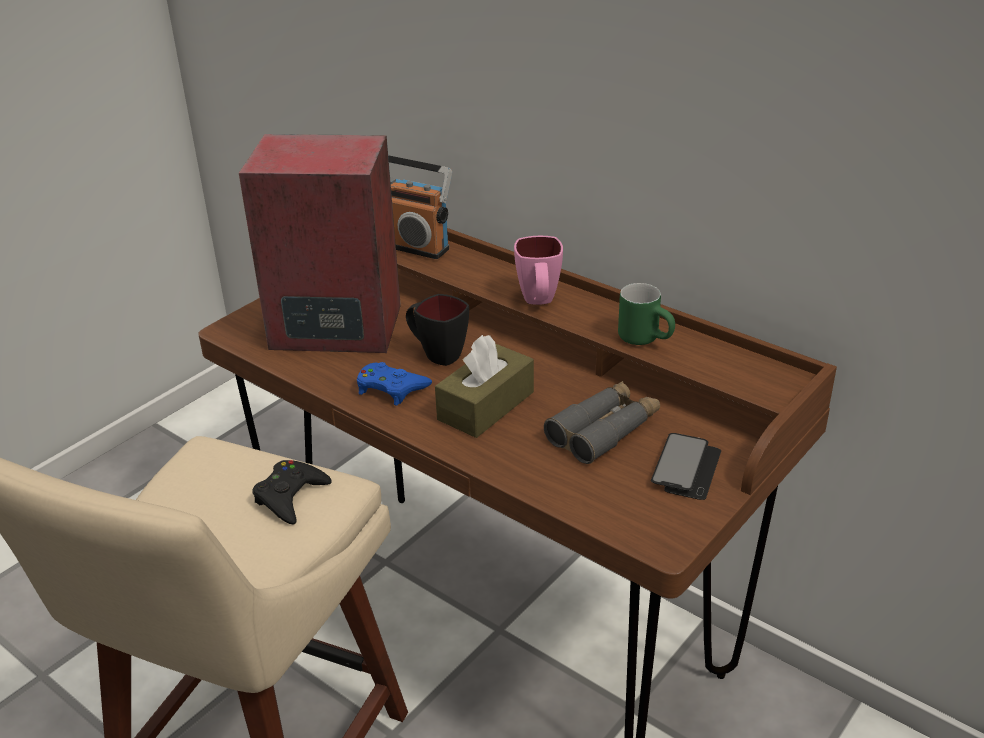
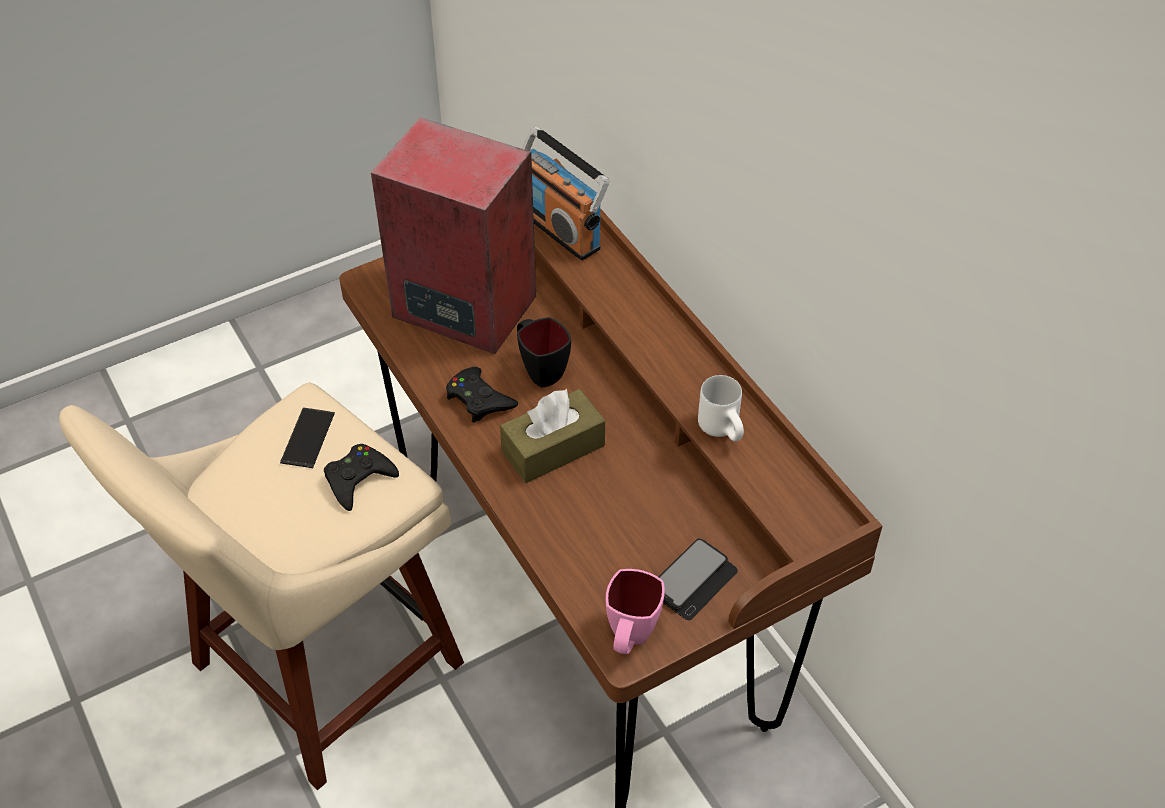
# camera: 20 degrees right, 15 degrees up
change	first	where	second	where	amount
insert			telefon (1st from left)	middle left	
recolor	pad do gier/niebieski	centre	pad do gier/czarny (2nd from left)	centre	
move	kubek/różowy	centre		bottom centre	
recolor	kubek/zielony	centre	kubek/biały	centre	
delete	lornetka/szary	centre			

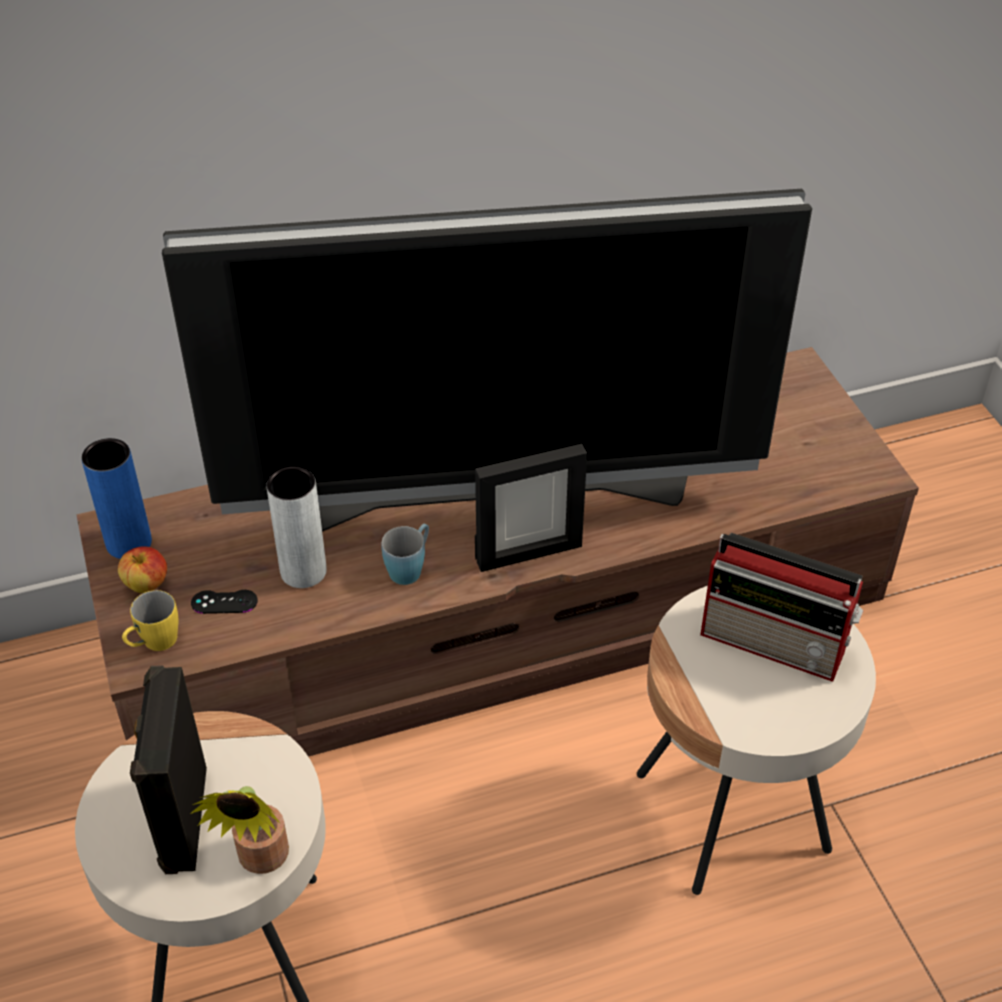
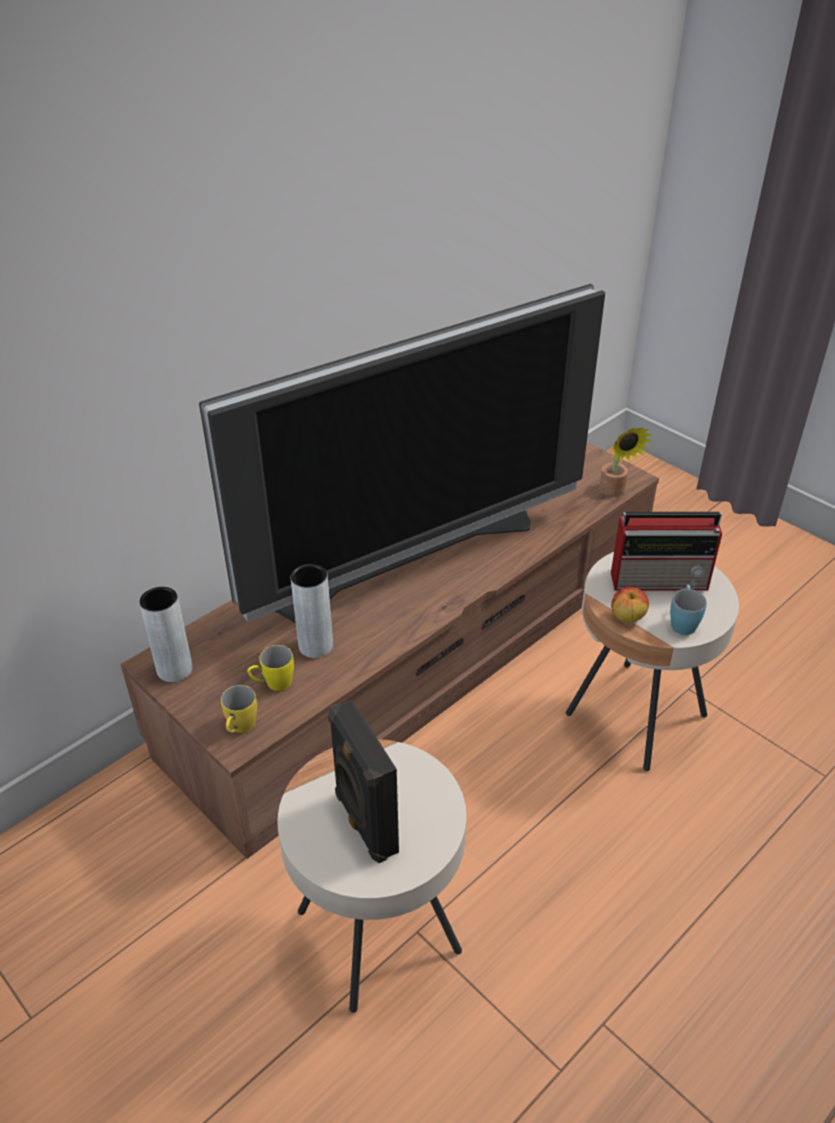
# camera: 25 degrees left, 5 degrees down
change	first	where	second	where	amount
recolor	wazon/niebieski	middle left	wazon/szary (1st from left)	middle left	
replace	pad do gier/czarny	middle left	kubek/żółty (2nd from left)	middle left	
move	roślina doniczkowa	bottom left		middle right	
move	jabłko	middle left		middle right	
move	kubek/niebieski	centre		middle right	
delete	ramka na zdjęcie	centre			

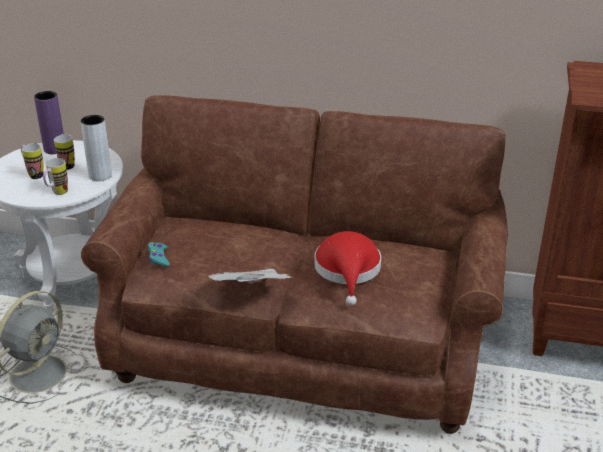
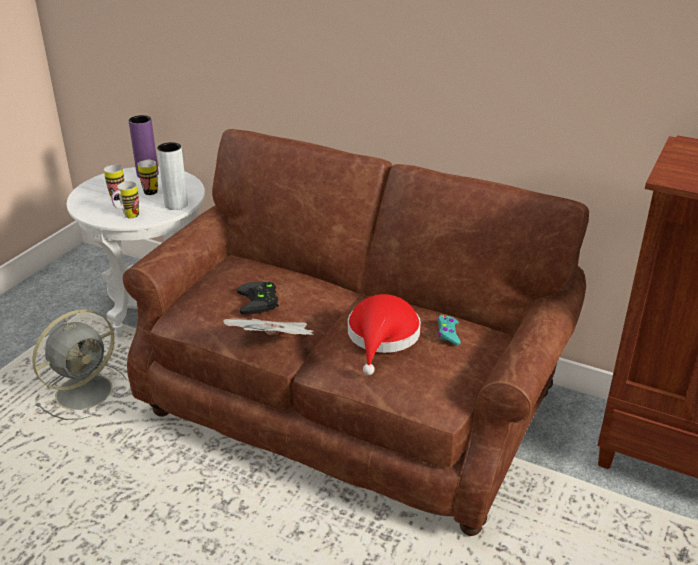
# camera: 15 degrees right, 0 degrees up
change	first	where	second	where	amount
insert			pad do gier/czarny	centre	
move	pad do gier/turkusowy	middle left		centre	

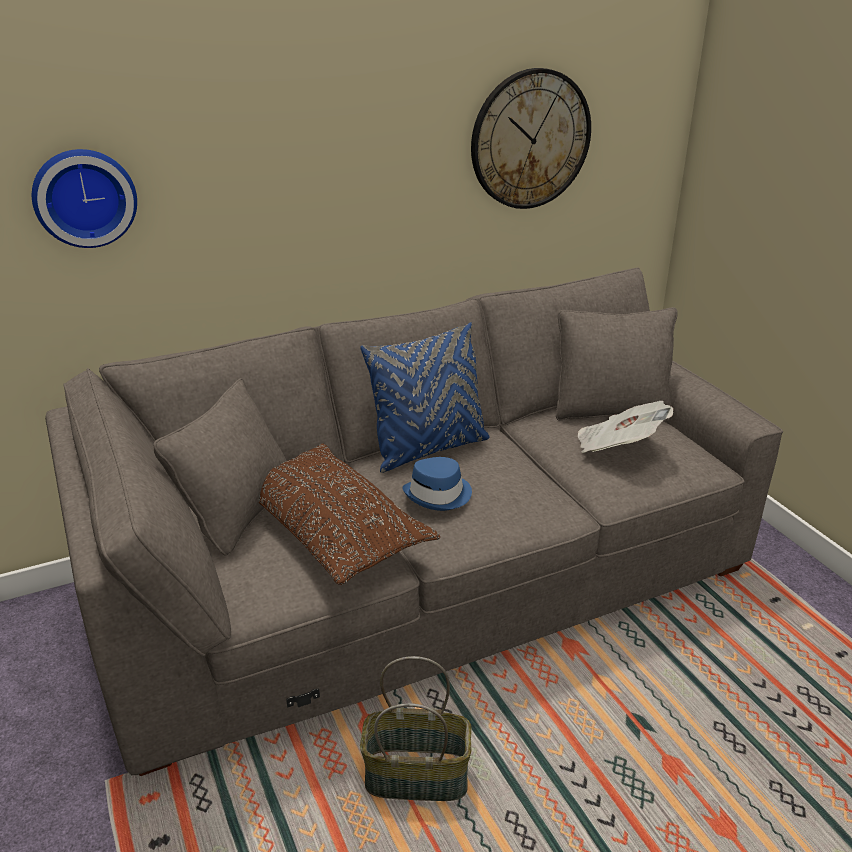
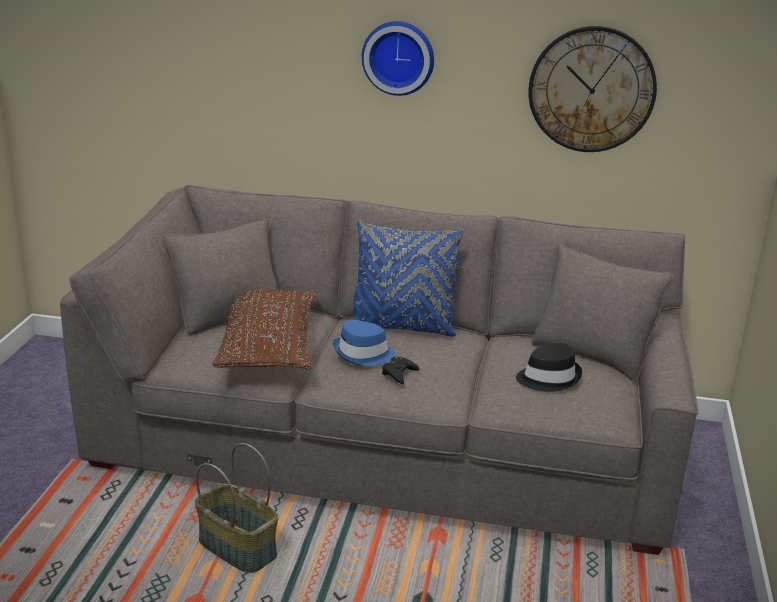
# camera: 35 degrees right, 5 degrees down
change	first	where	second	where	amount
move	zegar ścienny (1st from left)	top left		top centre	
insert			pad do gier/czarny	centre	
replace	gazeta	middle right	kapelusz/czarny	middle right	

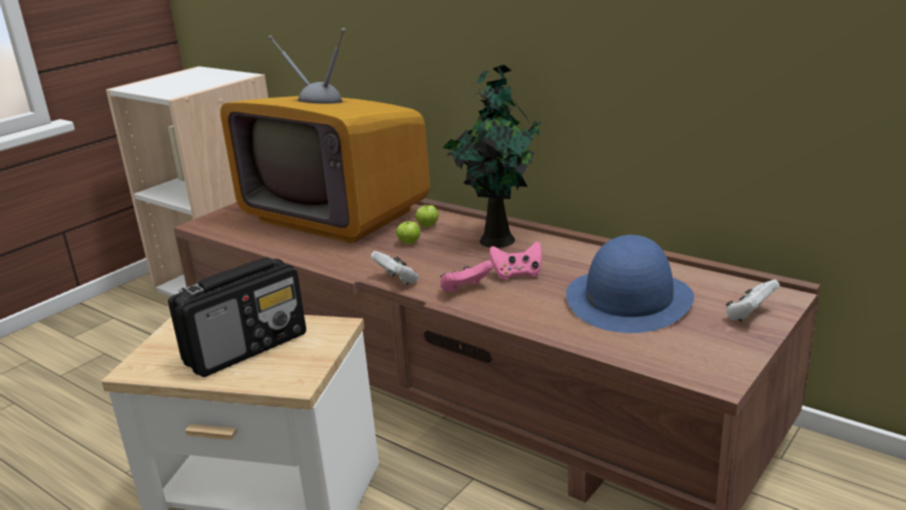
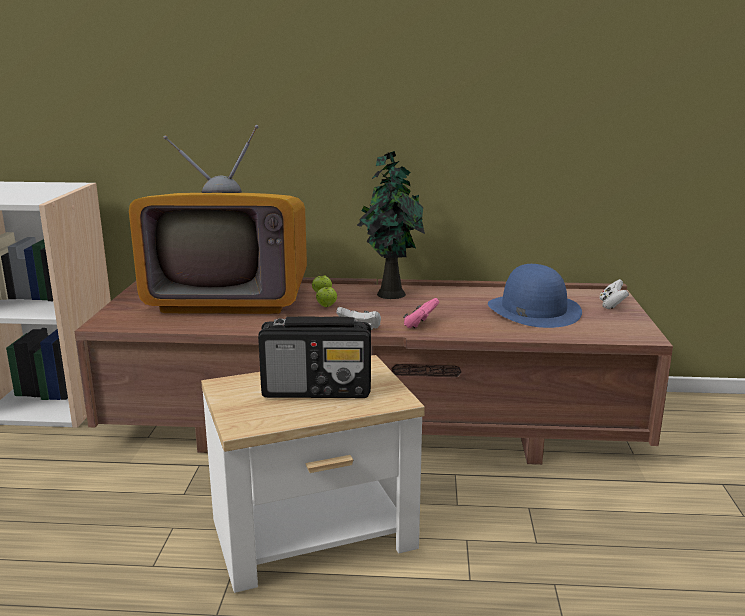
# camera: 35 degrees left, 5 degrees down
change	first	where	second	where	amount
rotate	radio	middle left		centre	75 degrees clockwise
delete	pad do gier/różowy (2nd from left)	centre			

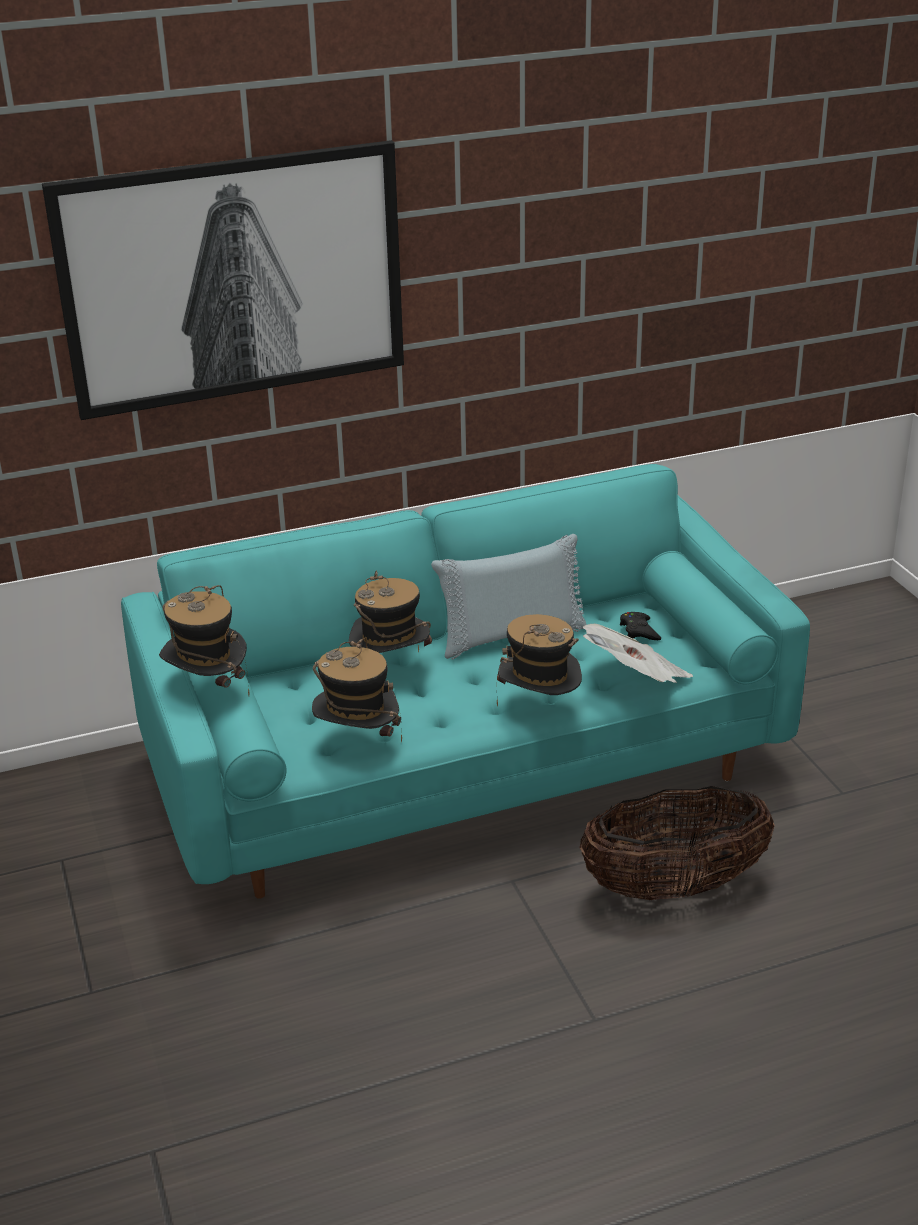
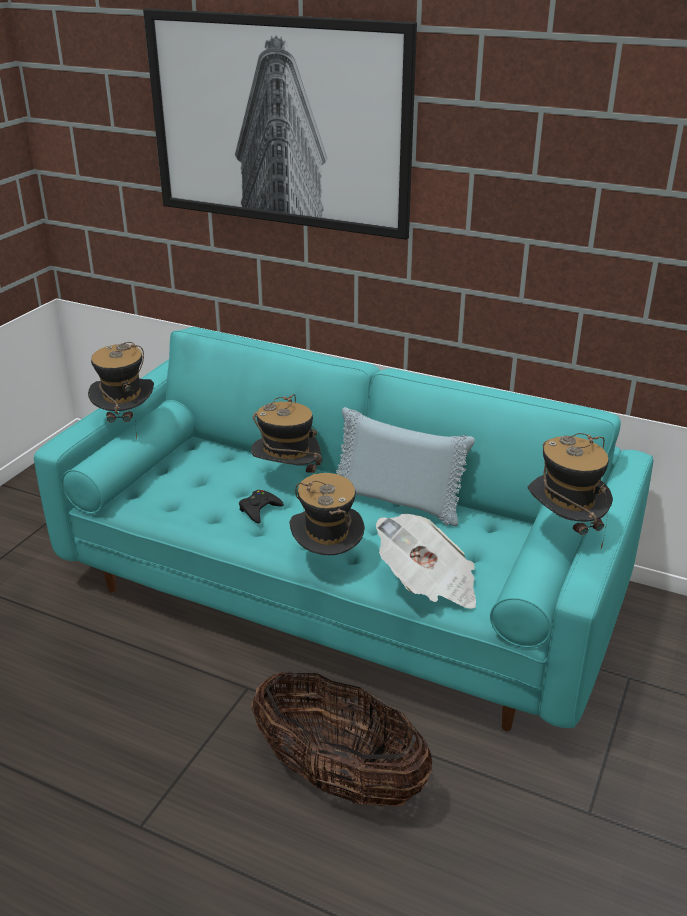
# camera: 45 degrees right, 0 degrees up
change	first	where	second	where	amount
move	pad do gier/czarny	middle right		centre	
move	kapelusz (2nd from left in the first image)	centre	kapelusz (4th from left)	middle right	

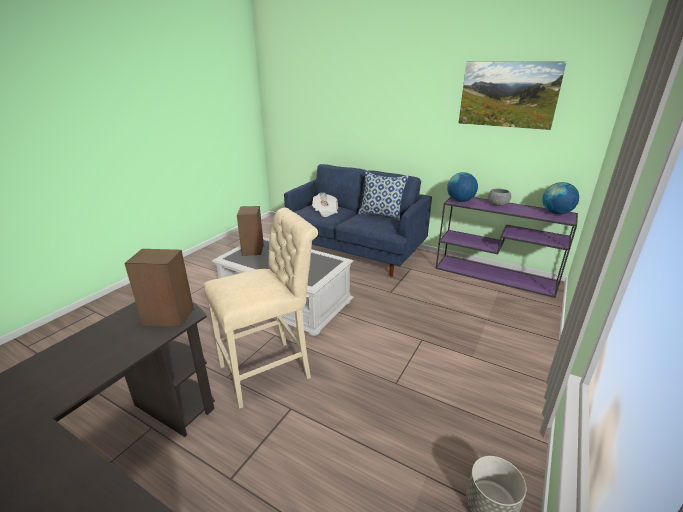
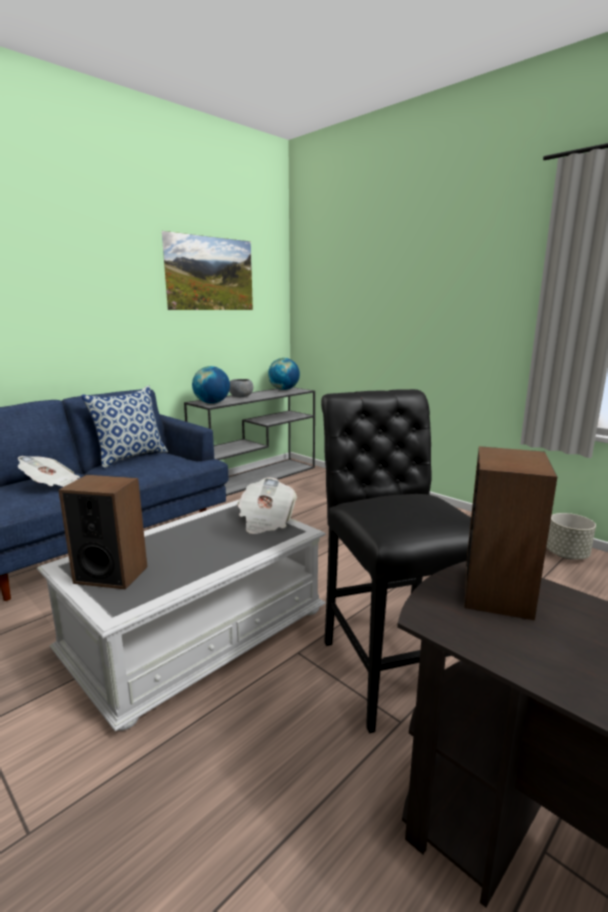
# camera: 75 degrees left, 10 degrees down
change	first	where	second	where	amount
recolor	stolik konsolowy/fioletowy	middle right	stolik konsolowy/szary	centre	
insert			gazeta (2nd from left)	centre	
recolor	stołek/beżowy	centre	stołek/czarny	centre	

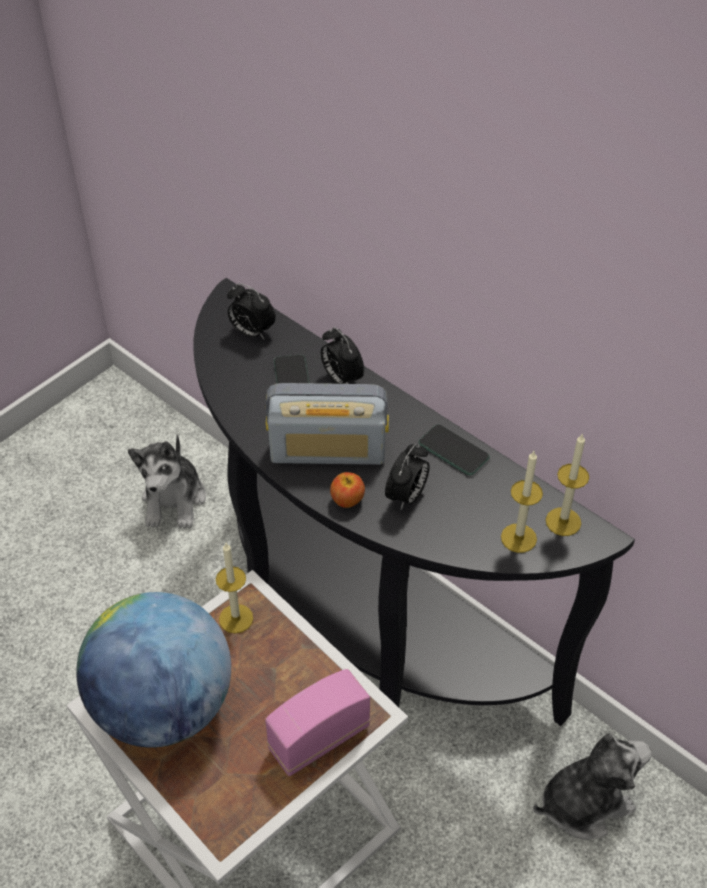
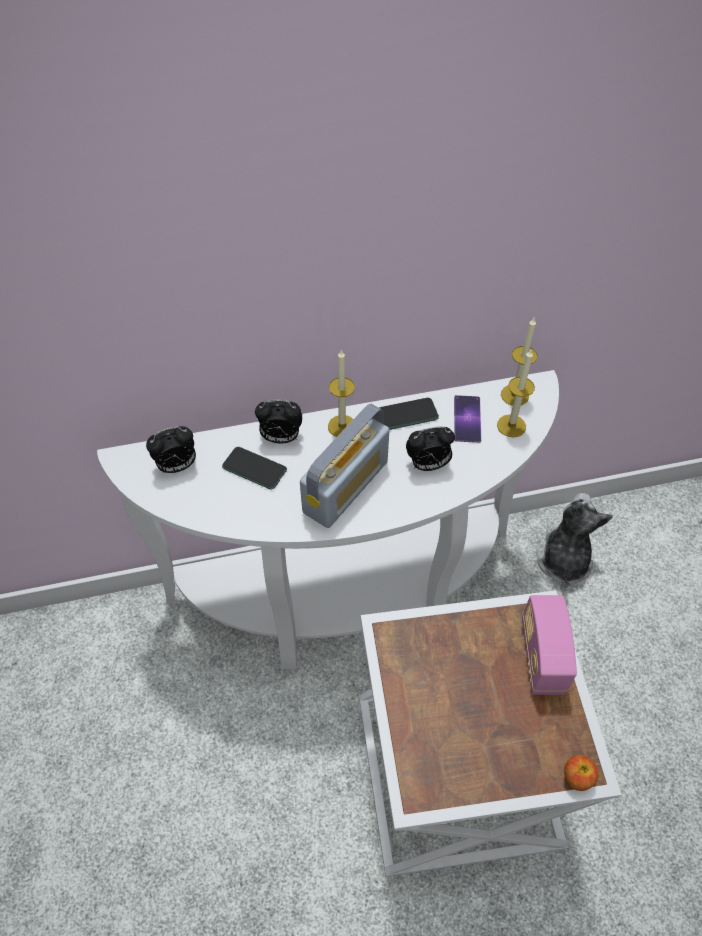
# camera: 55 degrees left, 5 degrees up
change	first	where	second	where	amount
recolor	stolik konsolowy/czarny	centre	stolik konsolowy/biały	centre	
move	świeca (1st from left)	middle left		centre	
rotate	budzik (3rd from left)	centre		centre	105 degrees clockwise
insert			telefon (3rd from left)	centre	
move	jabłko	centre		bottom right	
delete	globus	bottom left			
delete	pluszak (1st from left)	middle left			

